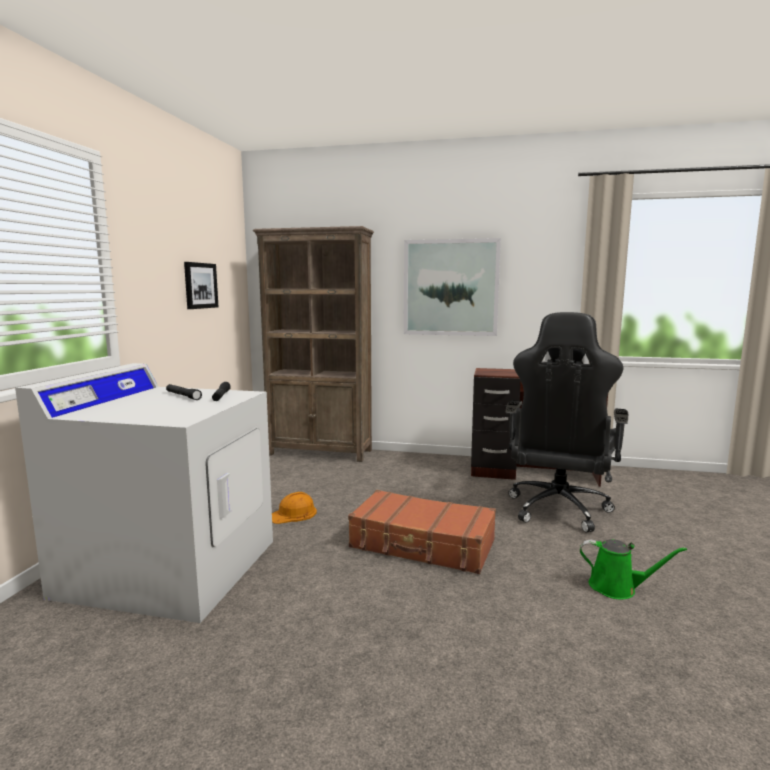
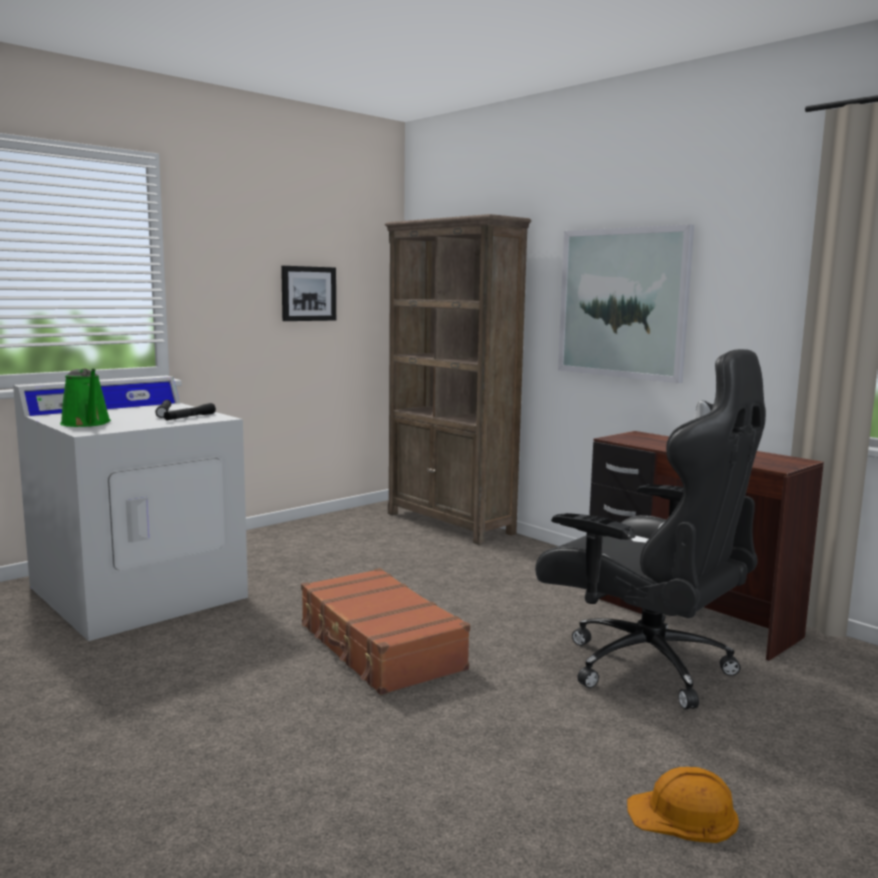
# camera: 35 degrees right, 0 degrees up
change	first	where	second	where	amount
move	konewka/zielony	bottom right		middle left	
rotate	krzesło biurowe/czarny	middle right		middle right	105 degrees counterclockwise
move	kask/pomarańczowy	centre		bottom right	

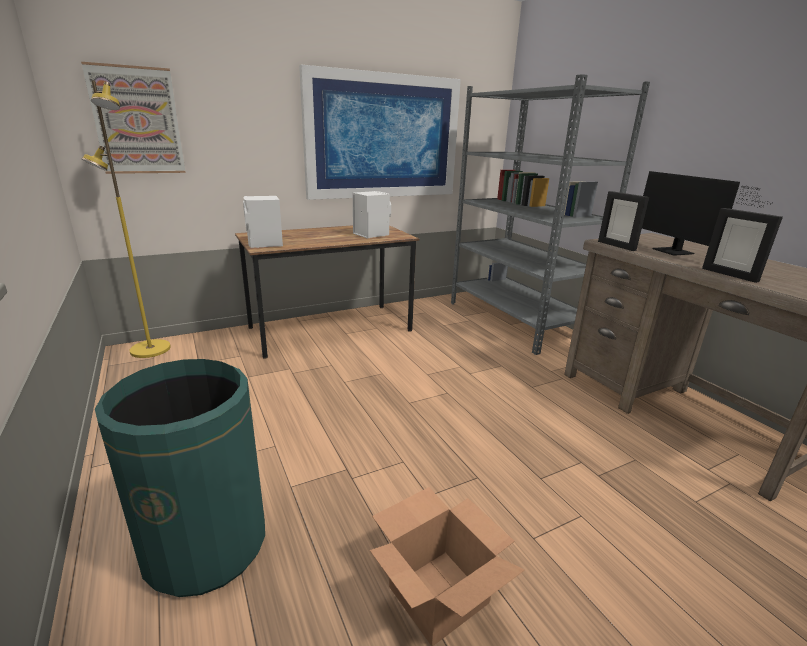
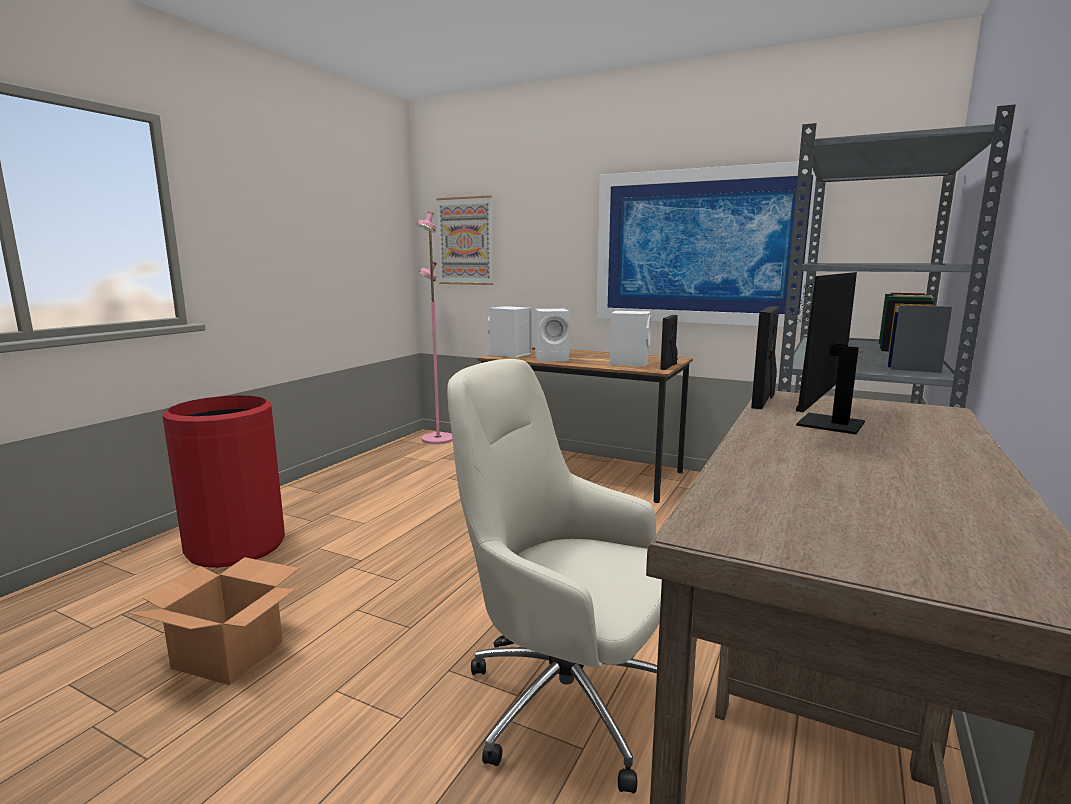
# camera: 55 degrees right, 10 degrees down
change	first	where	second	where	amount
recolor	kosz na śmieci/zielony	bottom left	kosz na śmieci/czerwony	middle left	
recolor	lampa stojąca/żółty	middle left	lampa stojąca/różowy	centre	
insert			krzesło biurowe/beżowy	bottom centre	
insert			głośnik/biały (2nd from left)	centre	
move	ramka na zdjęcie (2nd from left in the first image)	middle right	ramka na zdjęcie (1st from left)	centre	

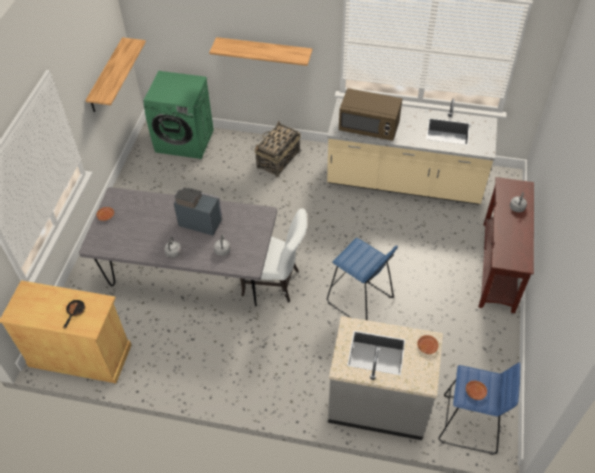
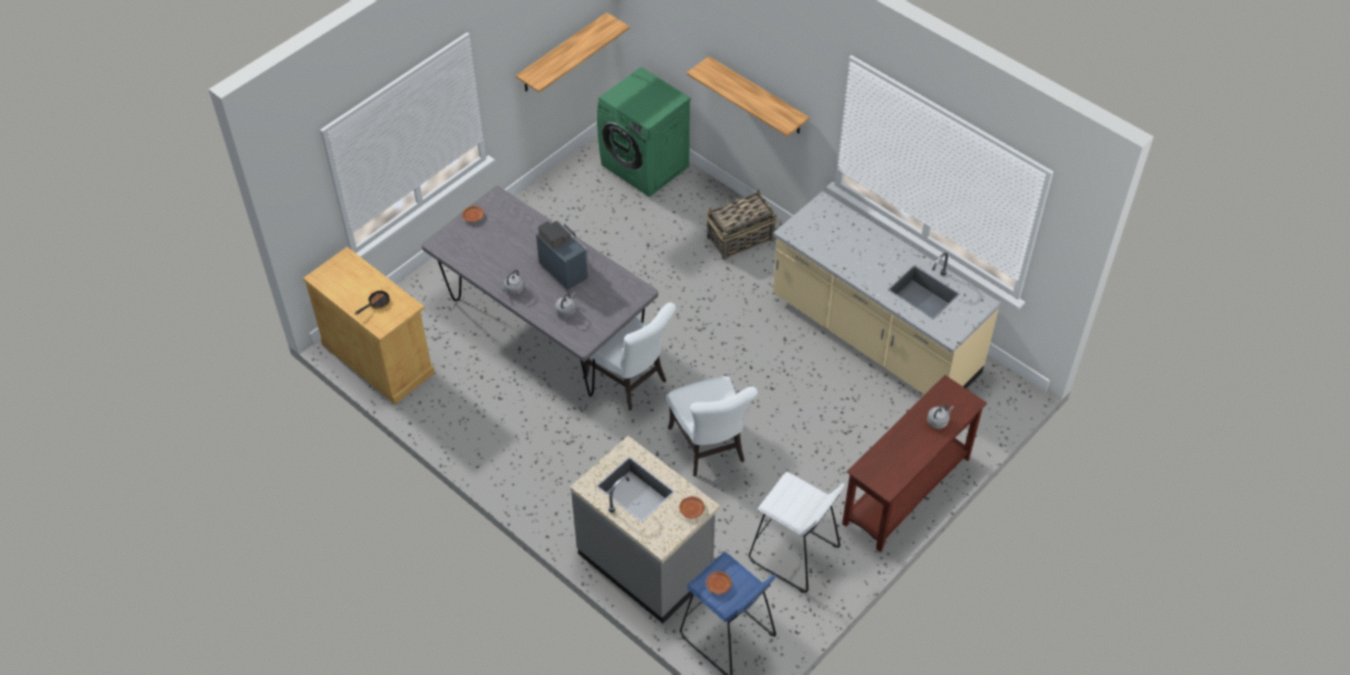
# camera: 30 degrees right, 0 degrees up
change	first	where	second	where	amount
replace	stołek/niebieski (1st from left)	centre	krzesło/biały (2nd from left)	centre	
insert			stołek/biały	bottom centre	
delete	mikrofalówka/brązowy	top centre			

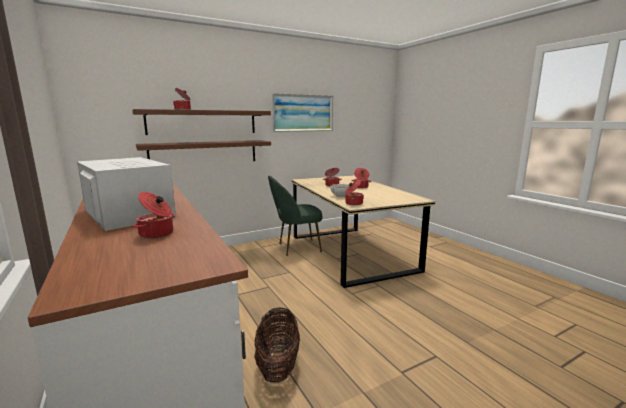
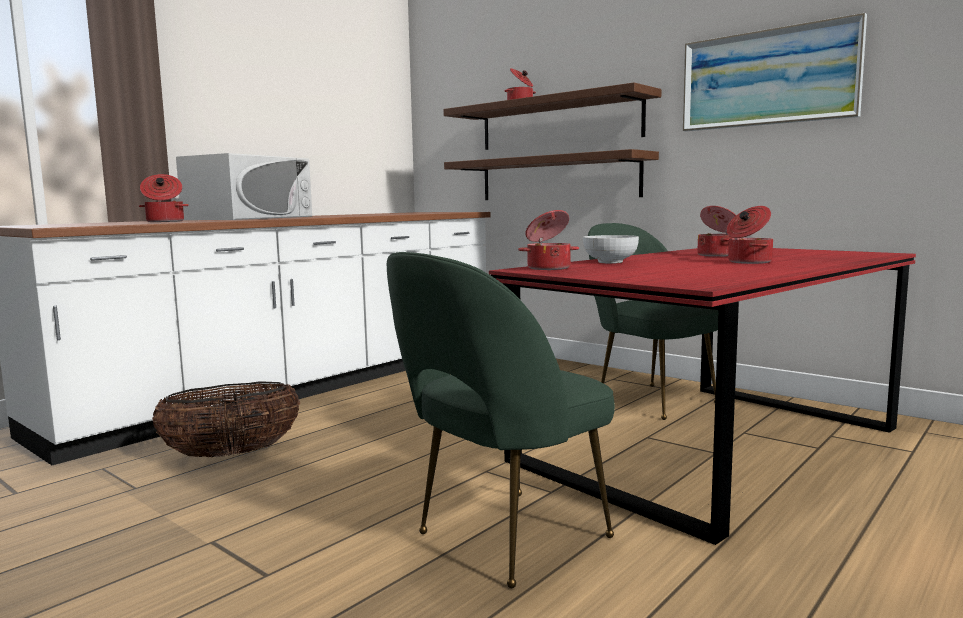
# camera: 70 degrees right, 5 degrees down
change	first	where	second	where	amount
insert			krzesło/zielony (1st from left)	bottom centre	
recolor	stół jadalny/beżowy	centre	stół jadalny/czerwony	middle right	

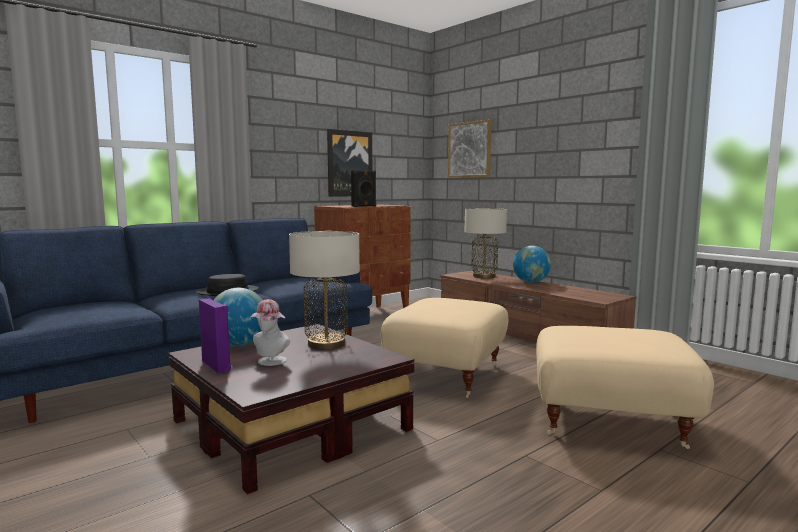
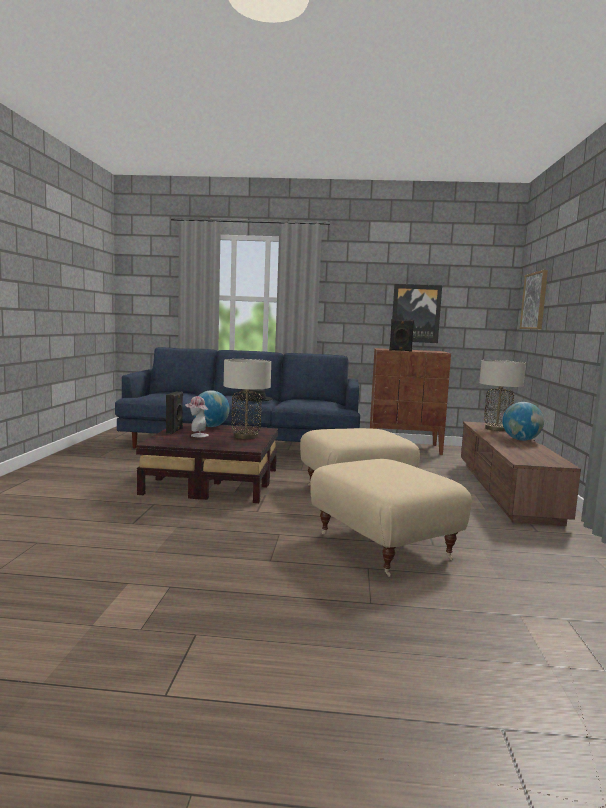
# camera: 45 degrees right, 0 degrees up
change	first	where	second	where	amount
recolor	głośnik/fioletowy	middle left	głośnik/czarny (1st from left)	middle left	

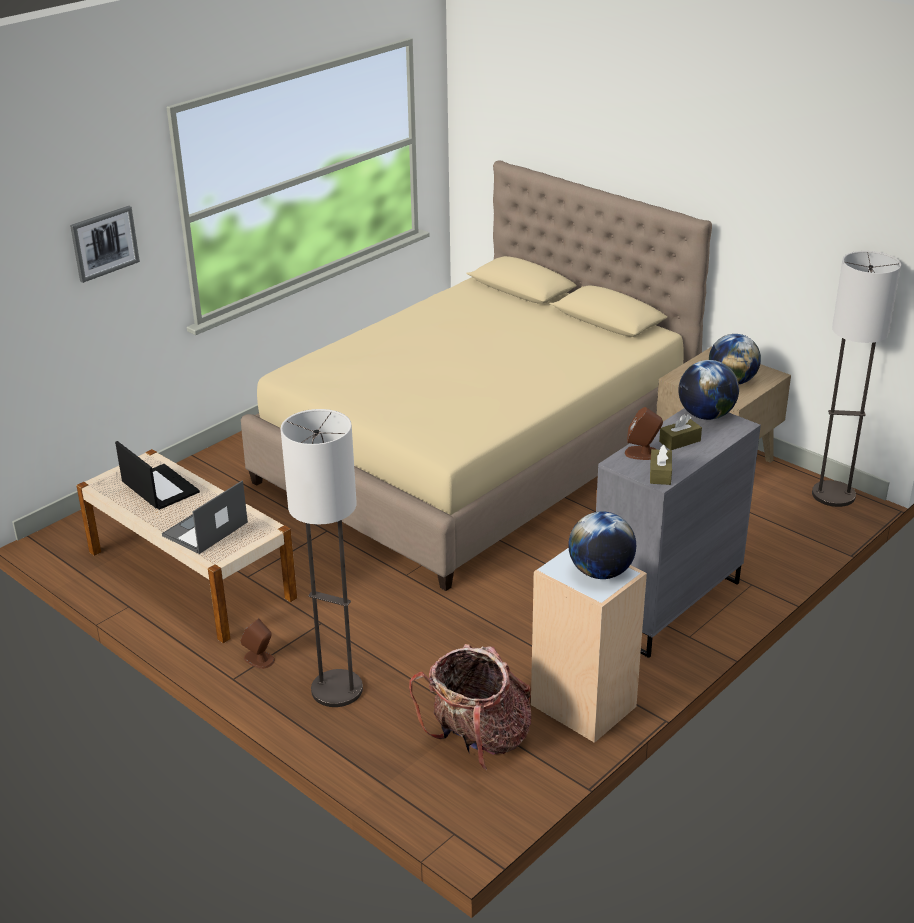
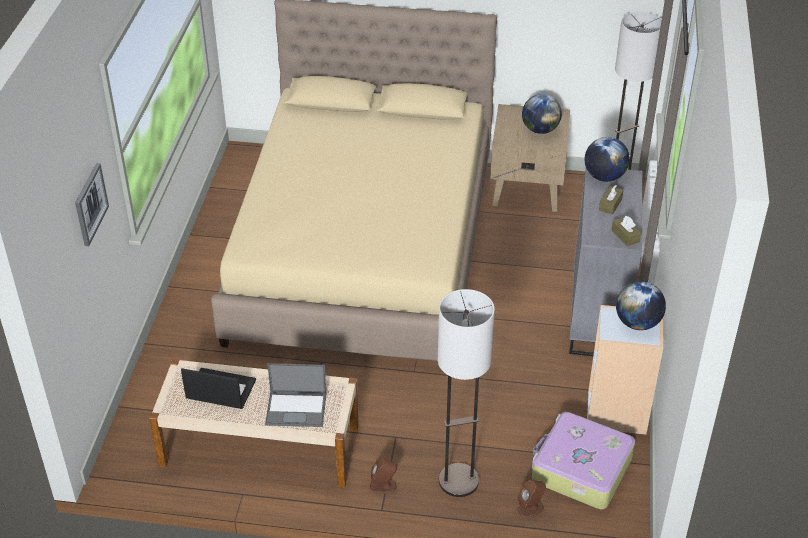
# camera: 35 degrees left, 10 degrees up
change	first	where	second	where	amount
rotate	laptop (2nd from left)	middle left		bottom centre	90 degrees counterclockwise
move	głośnik/brązowy (2nd from left)	middle right		bottom centre	
replace	plecak	bottom centre	walizka	bottom right	

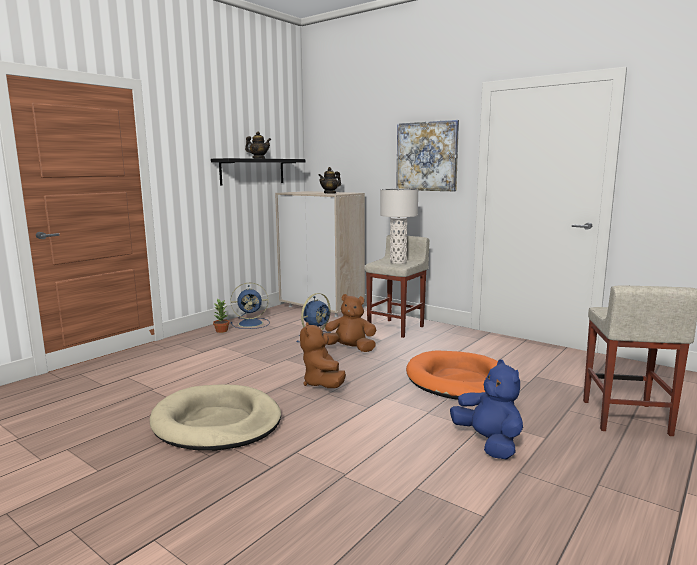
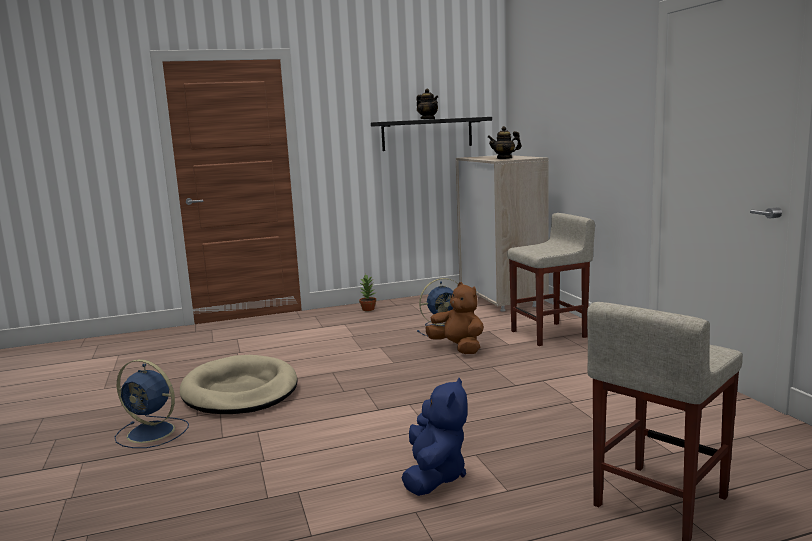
# camera: 35 degrees right, 0 degrees up
change	first	where	second	where	amount
move	wentylator/niebieski (1st from left)	centre		bottom left	
delete	pluszak/brązowy (1st from left)	centre			
delete	lampa stołowa/biały	centre			
delete	obraz	top centre			
delete	legowisko/pomarańczowy	centre			

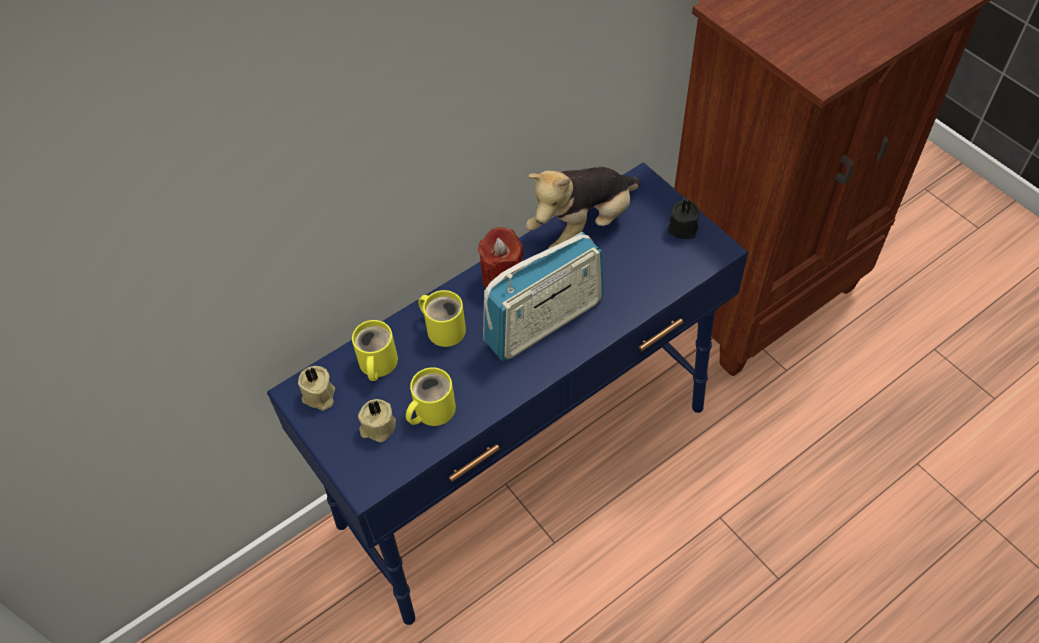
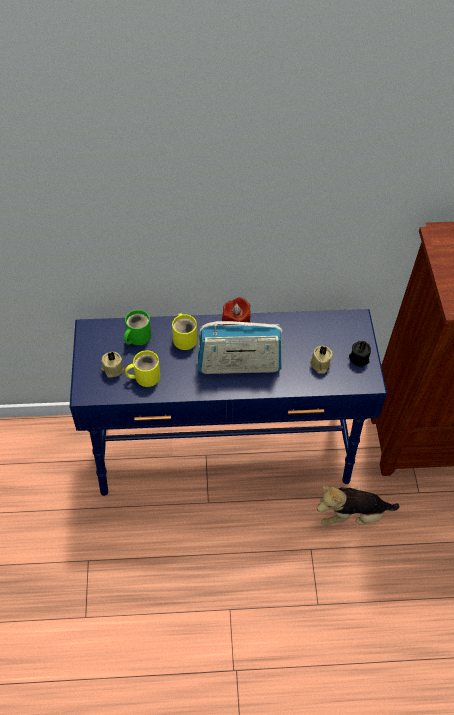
# camera: 30 degrees right, 0 degrees up
change	first	where	second	where	amount
recolor	kubek/żółty (1st from left)	centre	kubek/zielony	middle left	
move	świeca/beżowy (1st from left in the first image)	middle left	świeca/beżowy (2nd from left)	middle right	
move	pluszak	top centre		bottom right	

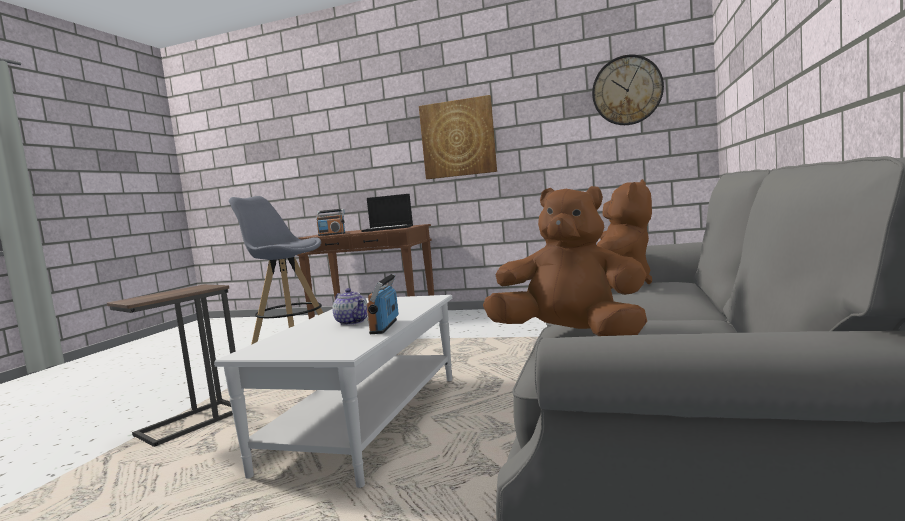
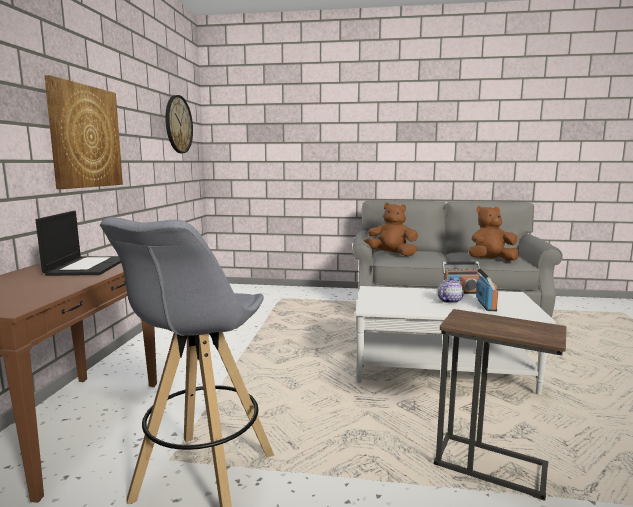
# camera: 100 degrees left, 5 degrees up
change	first	where	second	where	amount
rotate	pluszak/brązowy (1st from left in the first image)	centre	pluszak/brązowy (2nd from left)	middle right	60 degrees clockwise
move	radio (1st from left in the first image)	centre	radio (2nd from left)	middle right	

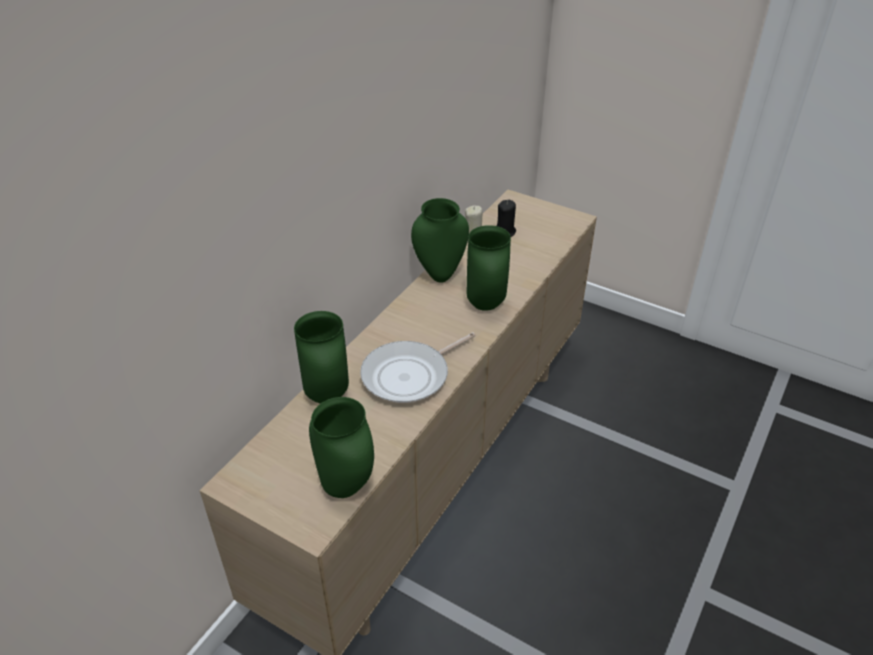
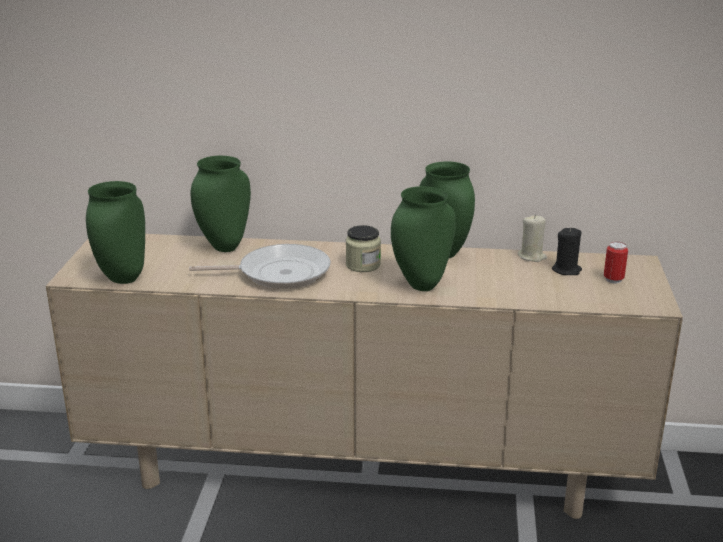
# camera: 65 degrees right, 15 degrees down
change	first	where	second	where	amount
rotate	patelnia	centre		centre	150 degrees clockwise
insert			słoik	centre	
insert			puszka	middle right	

